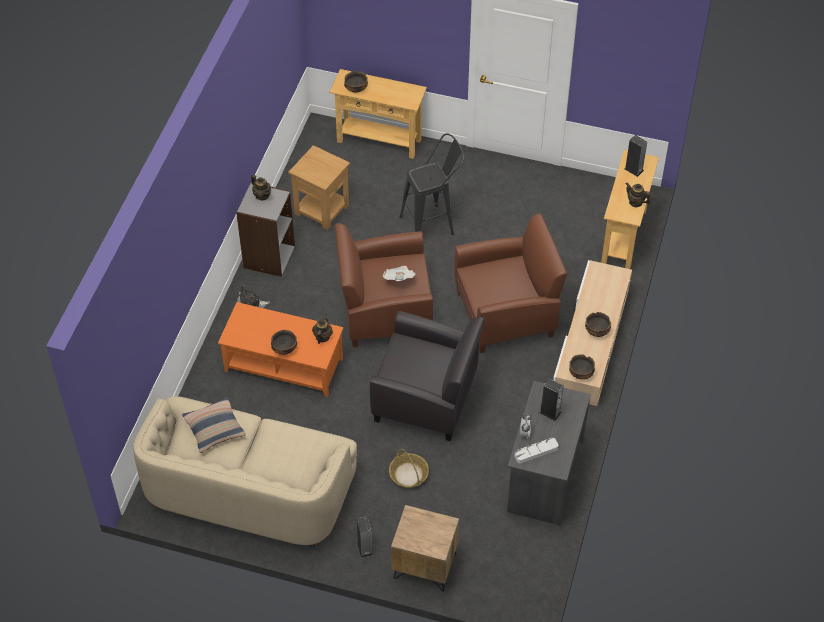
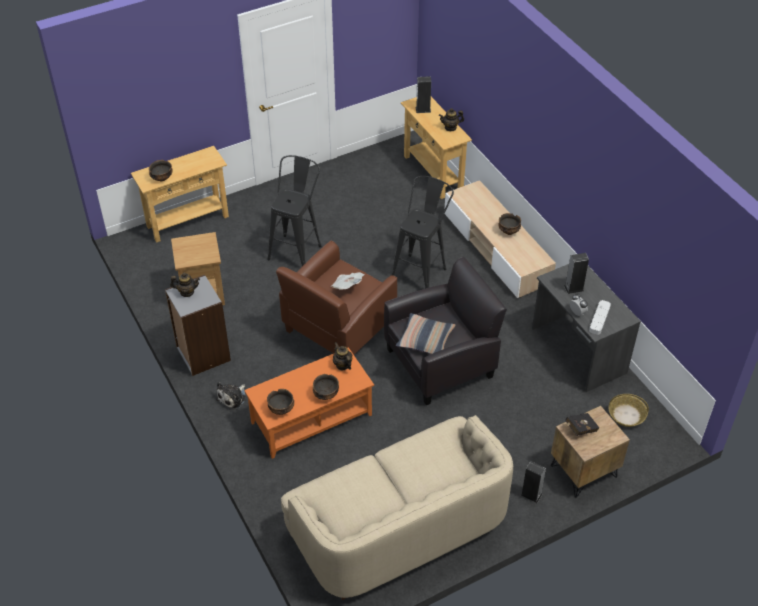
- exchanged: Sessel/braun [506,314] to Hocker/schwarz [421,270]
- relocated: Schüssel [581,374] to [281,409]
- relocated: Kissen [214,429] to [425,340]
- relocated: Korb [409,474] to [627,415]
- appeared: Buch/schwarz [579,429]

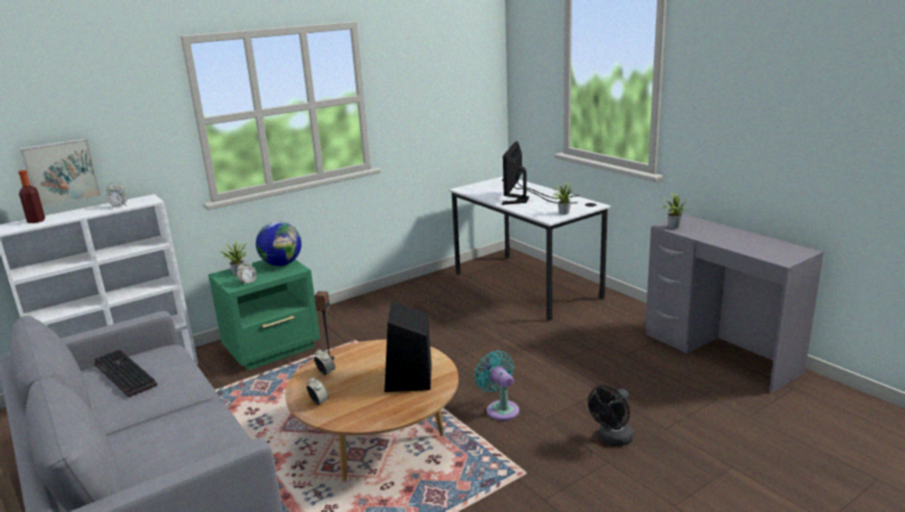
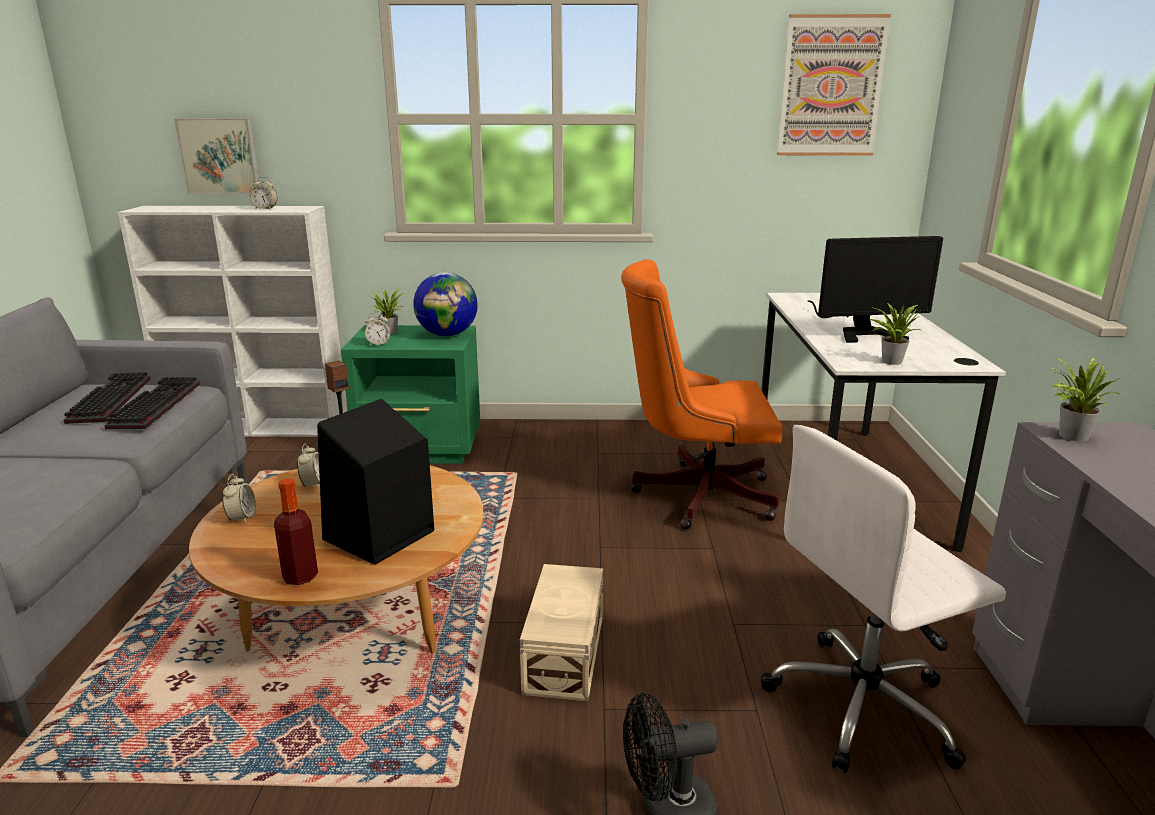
- spun: Monitor [526,200] = [859,330] 150 degrees counterclockwise
- relocated: Flasche [36,221] to [300,577]
- exchanged: Ventilator/türkis [500,409] to Aufbewahrungsbox/beige [562,655]
- appeared: Bild [831,86]
- appeared: Bürostuhl/orange [695,495]
- appeared: Tastatur [154,405]
- appeared: Bürostuhl/weiß [864,706]

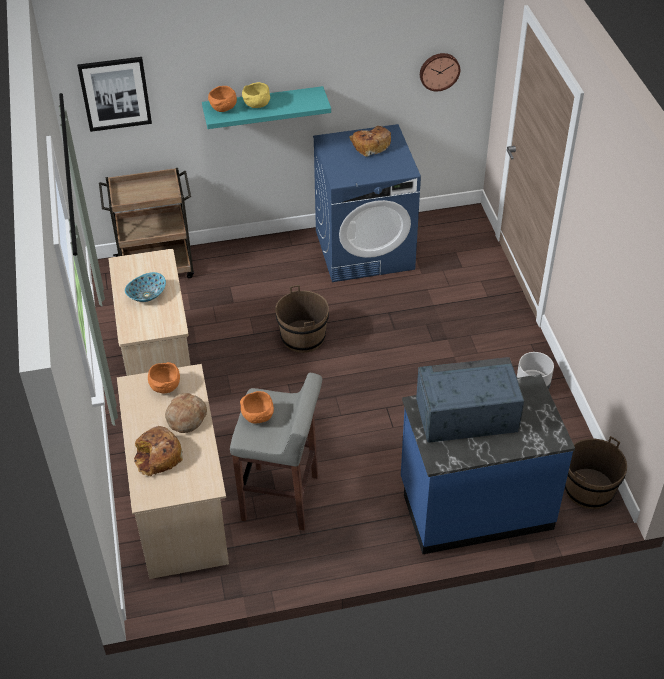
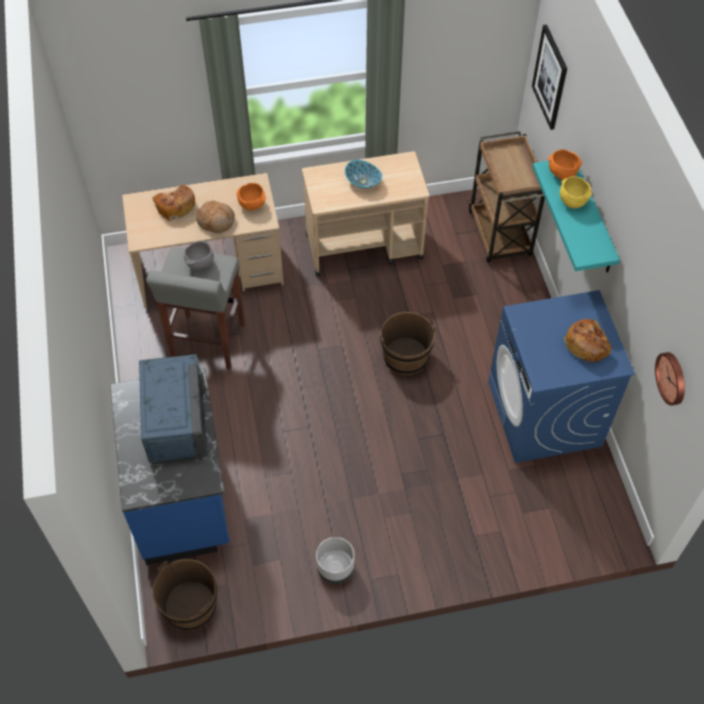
- colour: Schüssel/orange [259,417] to Schüssel/grau [200,264]

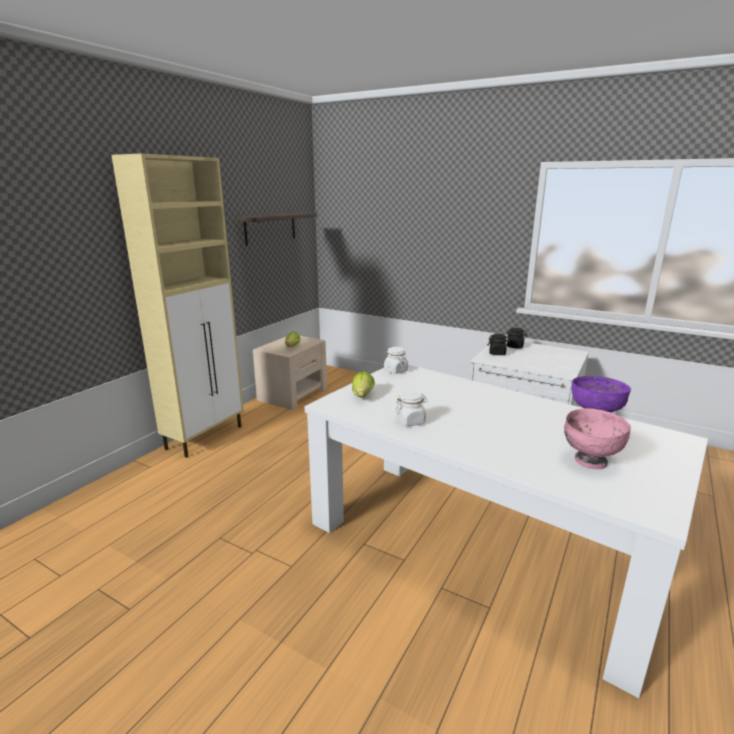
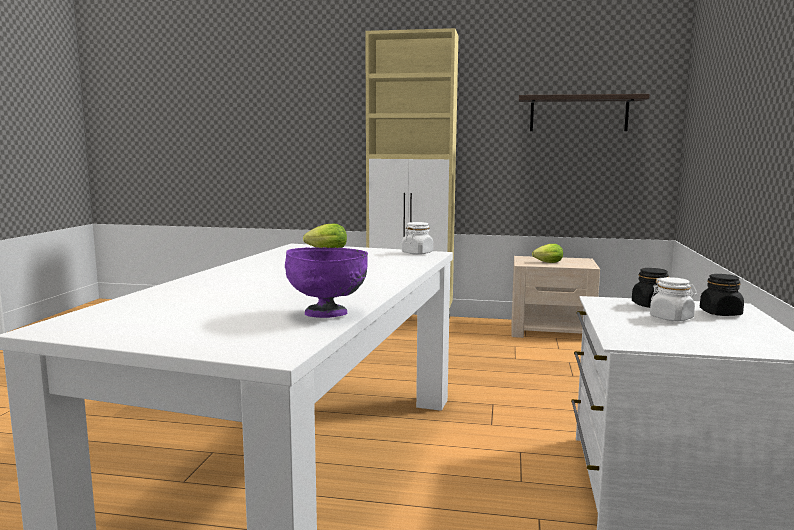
- relocated: Vorratsglas/weiß [410,421] to [671,318]
- missing: Schüssel/rosa [589,461]

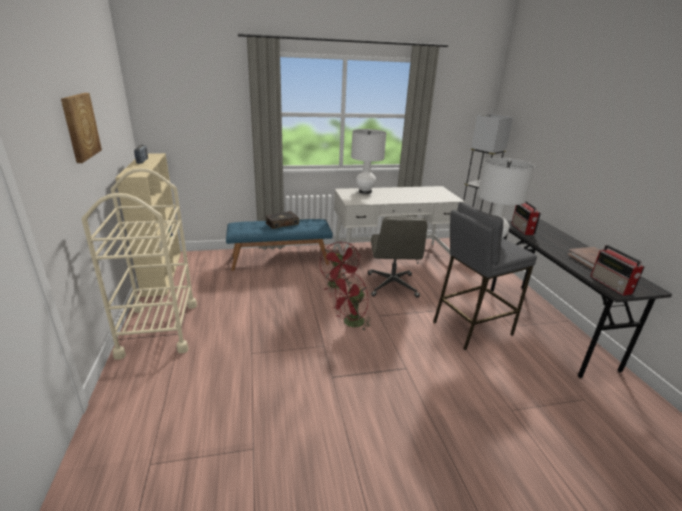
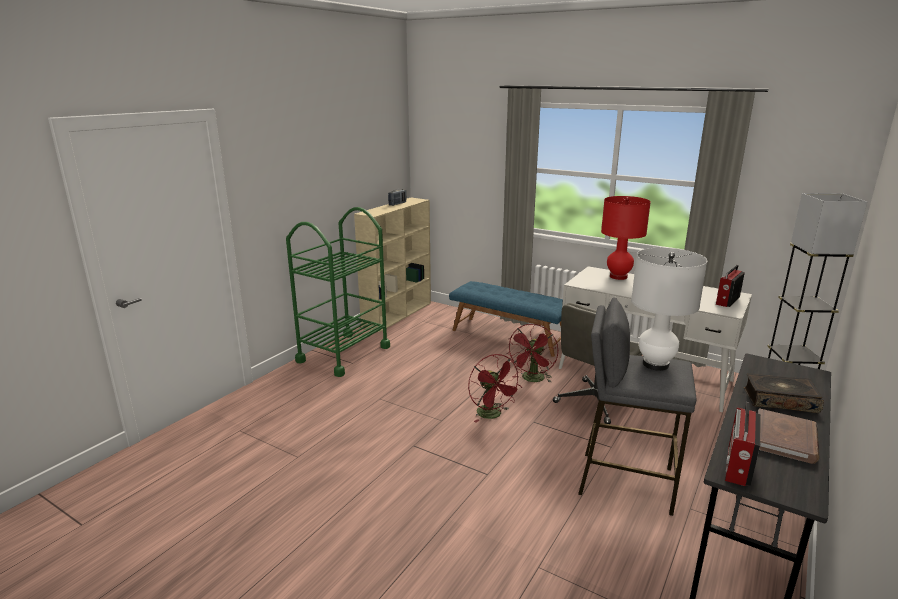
- missing: Bild [80,126]
- colour: Tischlampe/weiß [365,191] to Tischlampe/rot [618,277]
- colour: Rollwagen/beige [159,329] to Rollwagen/grün [344,354]
- relocated: Radio [522,229] to [727,301]
- relocated: Buch [281,224] to [779,400]
- spun: Ventilator/rot [350,323] = [493,415] 120 degrees counterclockwise

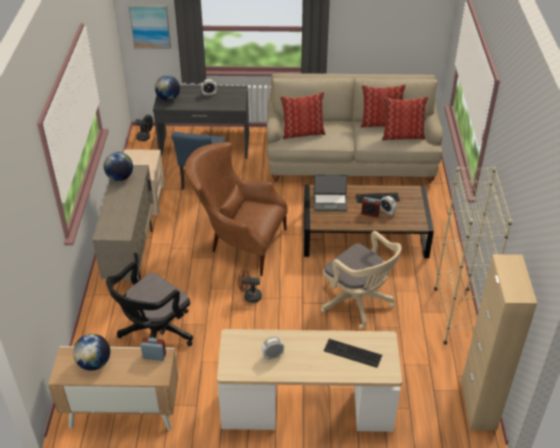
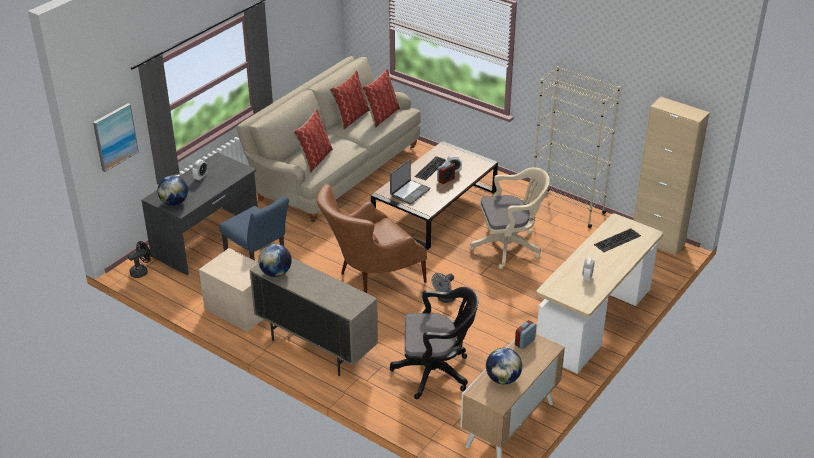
- spun: Bürostuhl/schwarz [154,335] = [436,372] 75 degrees counterclockwise
- colour: Ventilator/braun [249,296] to Ventilator/grau [444,299]

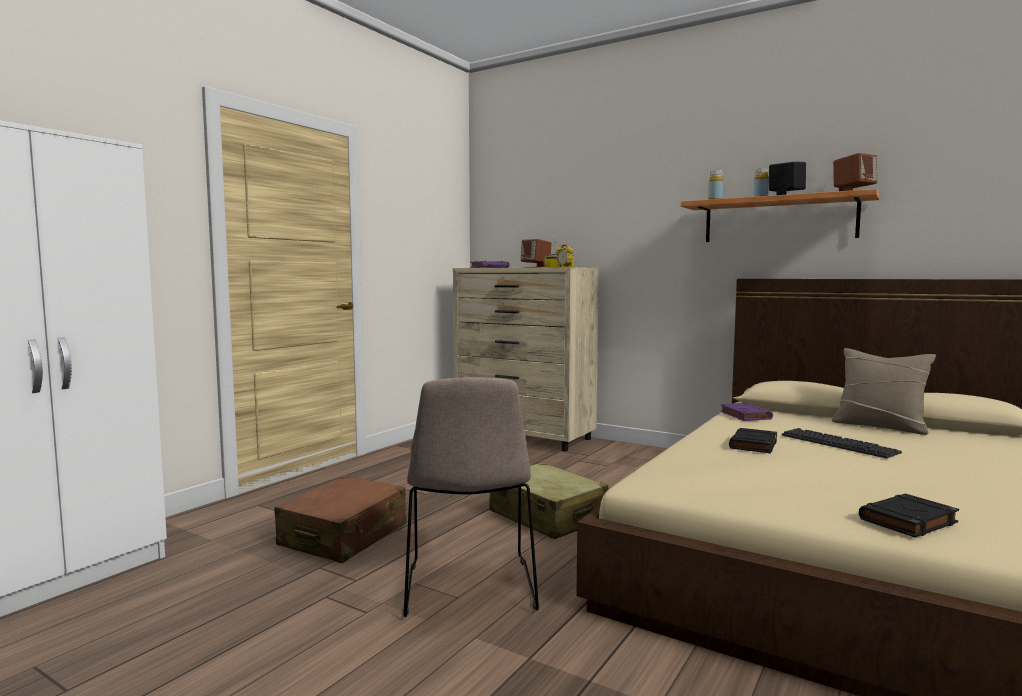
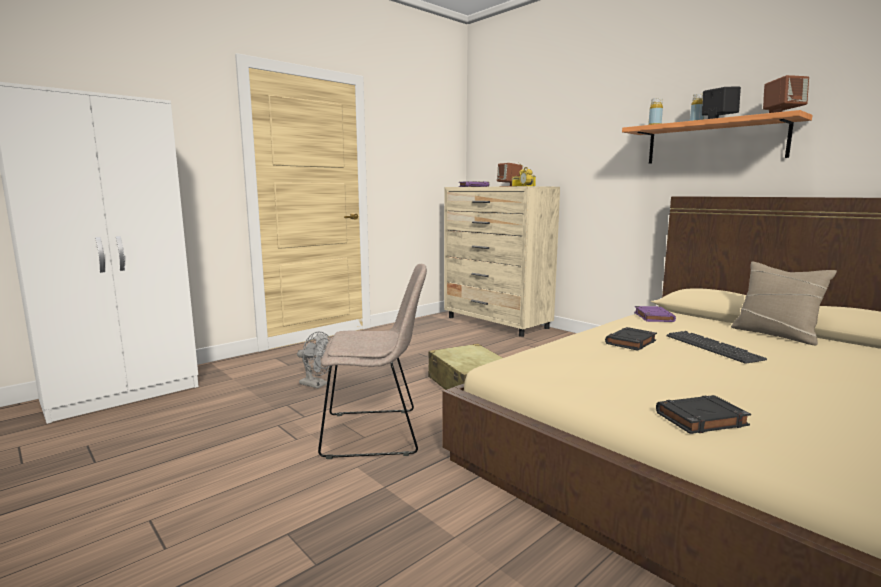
- spun: Stuhl/beige [469,590] = [376,433] 105 degrees counterclockwise
- exchanged: Koffer/braun [344,536] to Ventilator/grau [317,385]

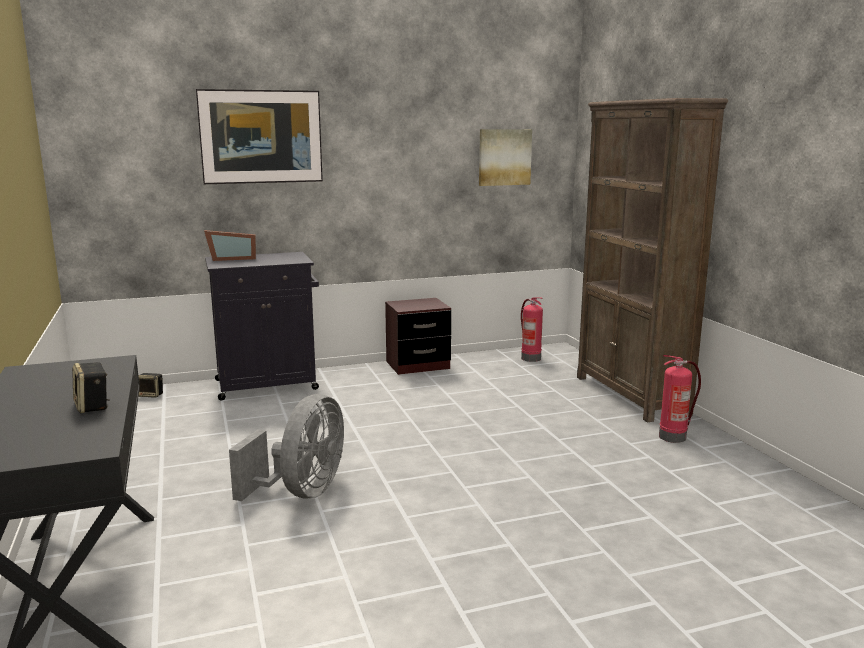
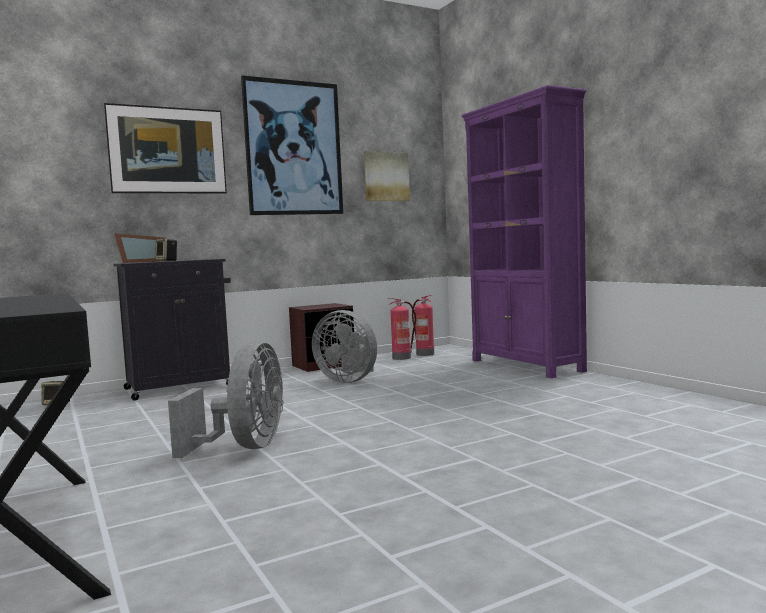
- colour: Bücherregal/braun [631,395] to Bücherregal/lila [526,366]
- relocated: Feuerlöscher [673,437] to [402,358]
- relocated: Lautsprecher [93,406] to [167,261]
- appeared: Bild [293,148]
- appeared: Ventilator/grau [349,380]

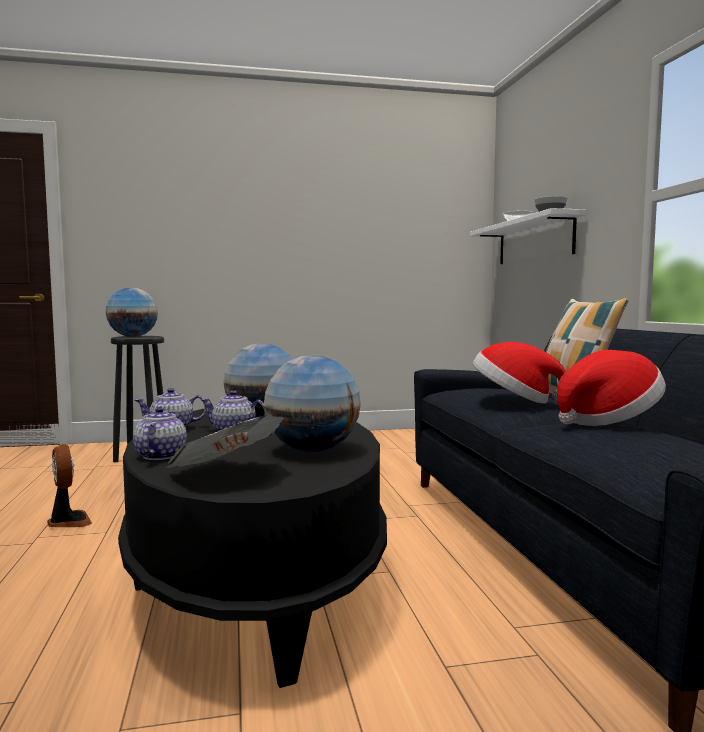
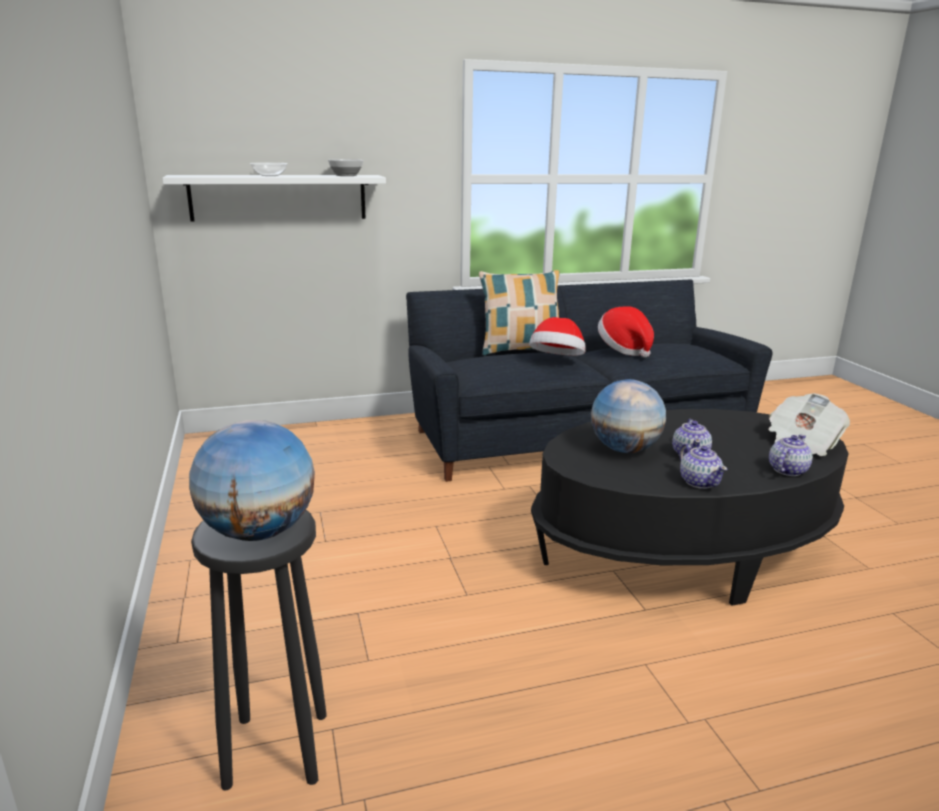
- missing: Globus [313,450]
- spun: Teekanne [159,456] = [787,470] 135 degrees clockwise
- missing: Ventilator [68,521]

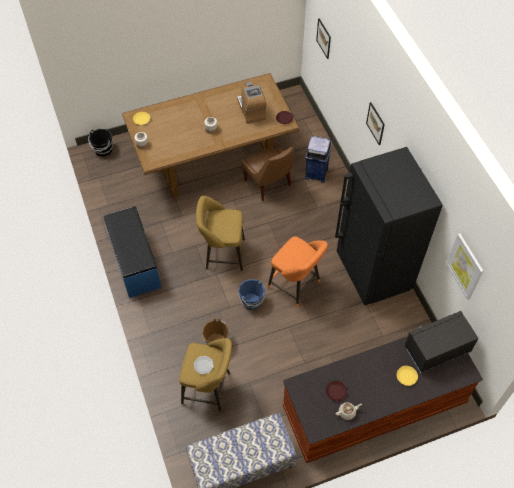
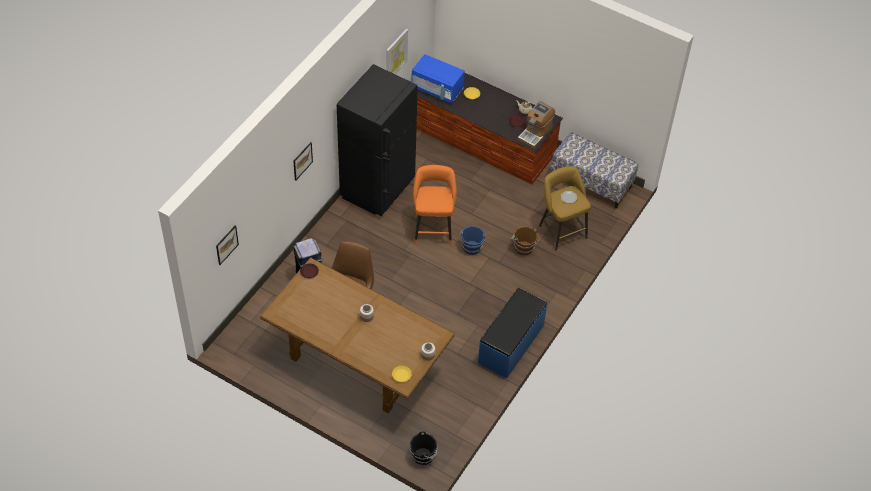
- relocated: Kaffeemaschine [251,110] to [535,133]
- missing: Hocker/gelb [222,254]
- colour: Mikrowelle/schwarz [436,349] to Mikrowelle/blau [437,89]

